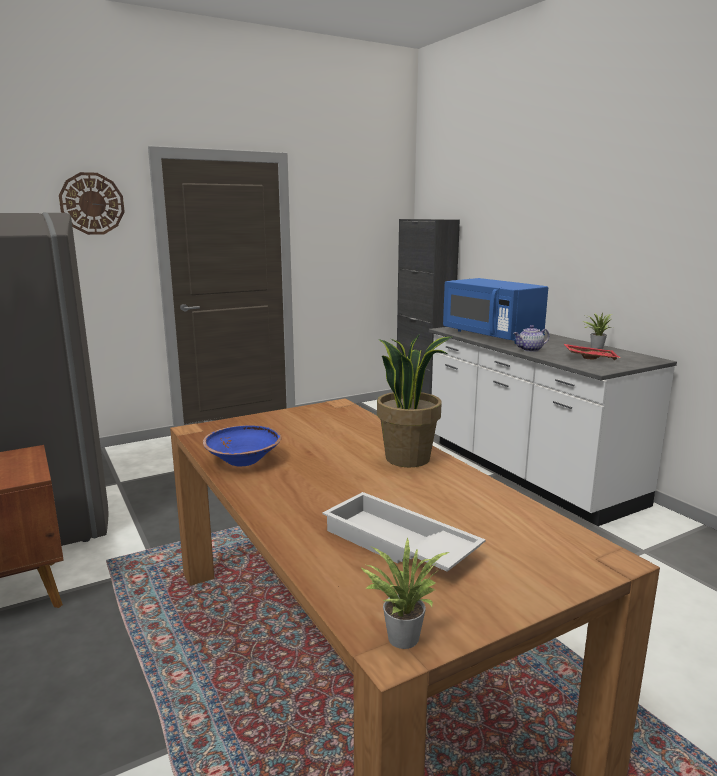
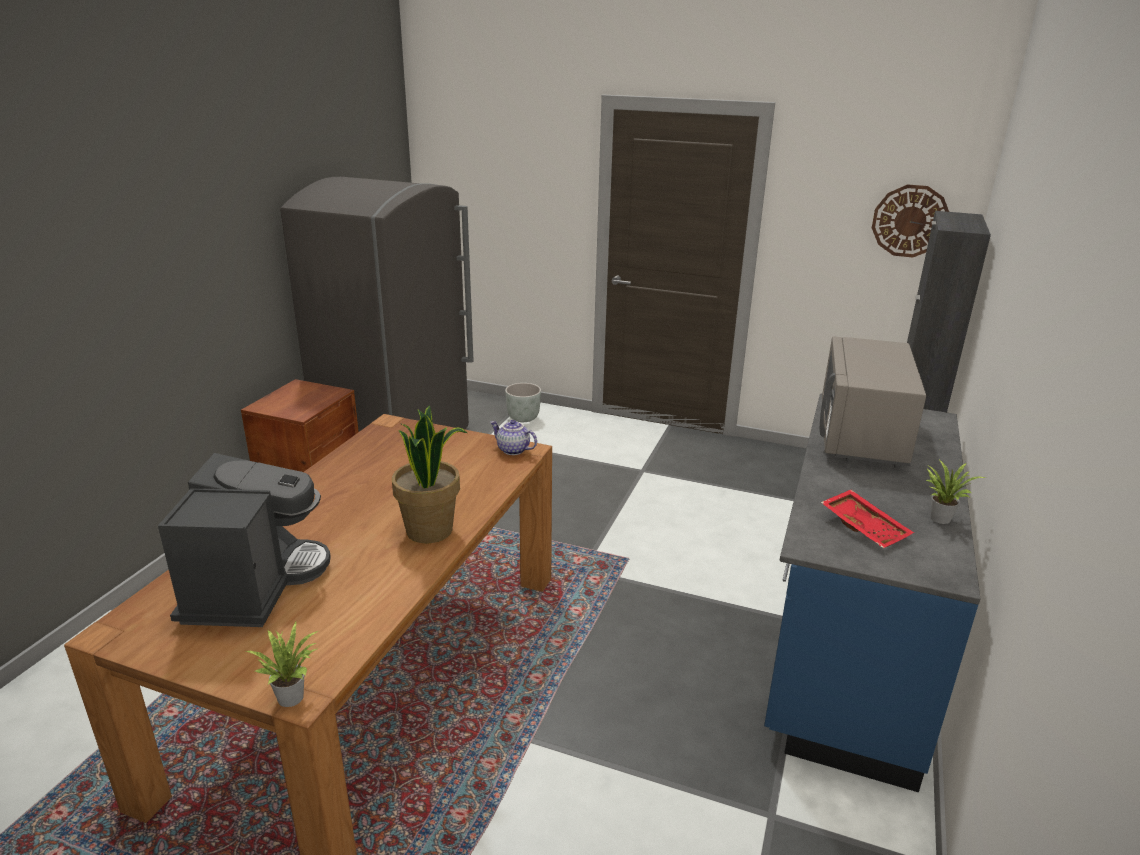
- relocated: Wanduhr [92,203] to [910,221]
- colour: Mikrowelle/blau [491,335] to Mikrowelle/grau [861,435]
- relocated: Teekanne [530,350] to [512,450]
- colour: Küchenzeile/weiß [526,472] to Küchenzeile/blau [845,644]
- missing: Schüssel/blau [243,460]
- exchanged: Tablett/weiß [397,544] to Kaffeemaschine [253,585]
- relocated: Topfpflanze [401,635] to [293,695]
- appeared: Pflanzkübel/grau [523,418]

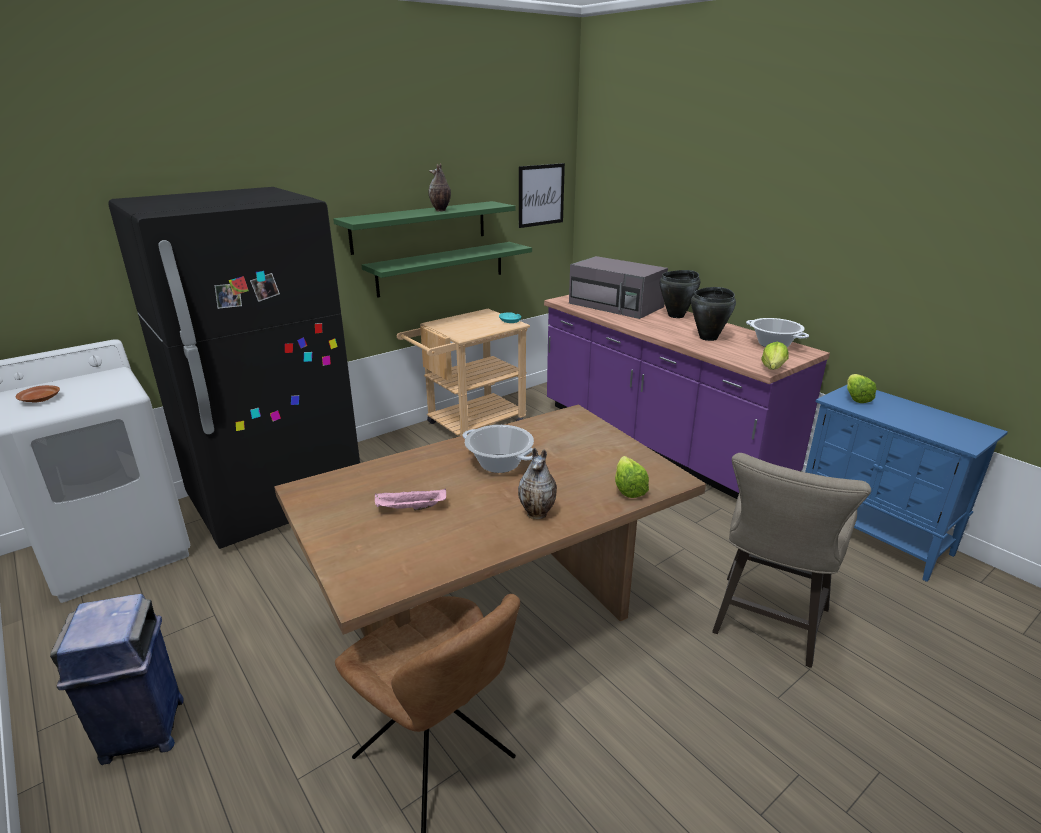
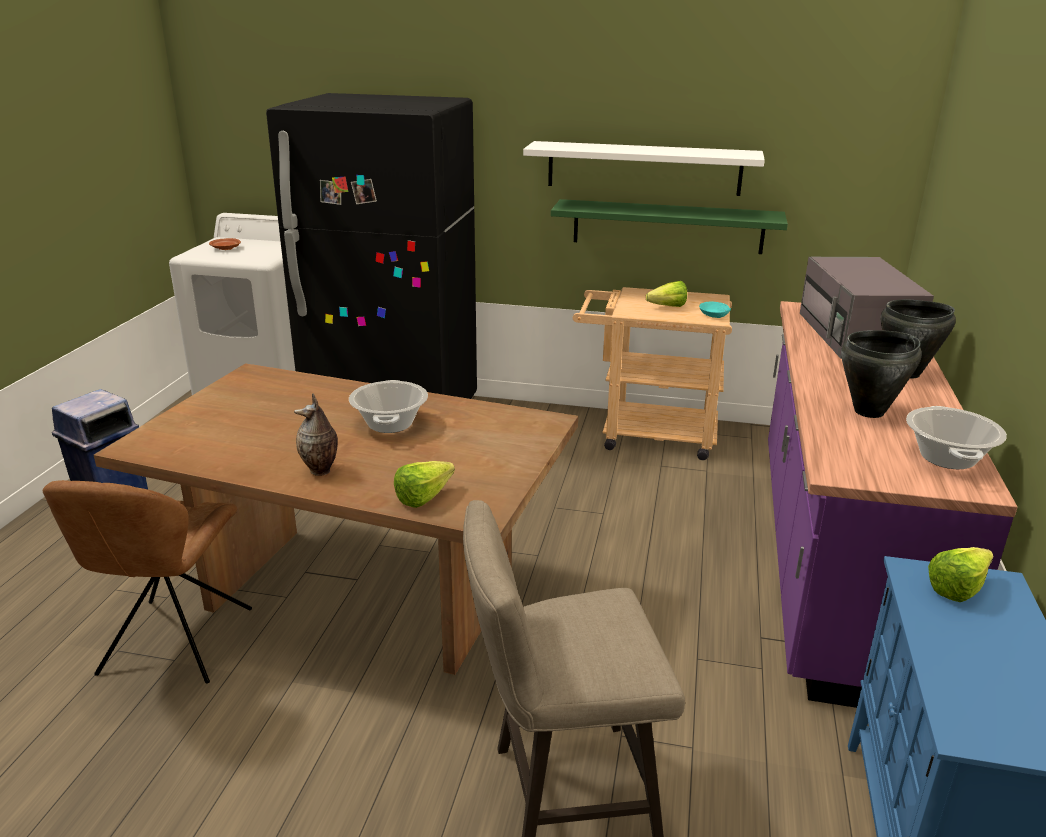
- missing: Vase [440,210]
- missing: Bild [541,195]
- colour: Wandregal/grün [420,227] to Wandregal/weiß [643,168]
- relocated: Salatkopf [771,370] to [664,307]
- missing: Tablett/rosa [410,508]

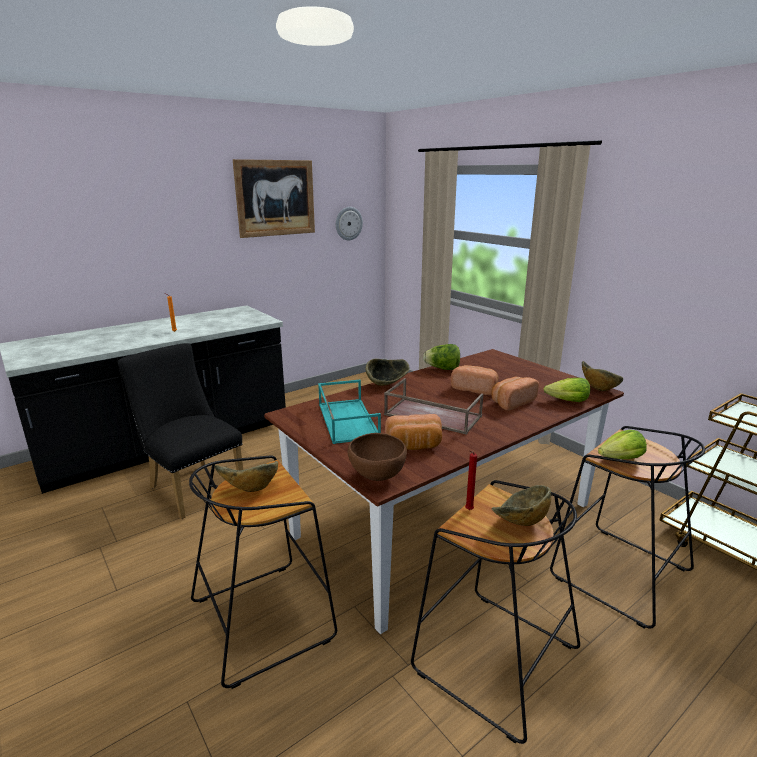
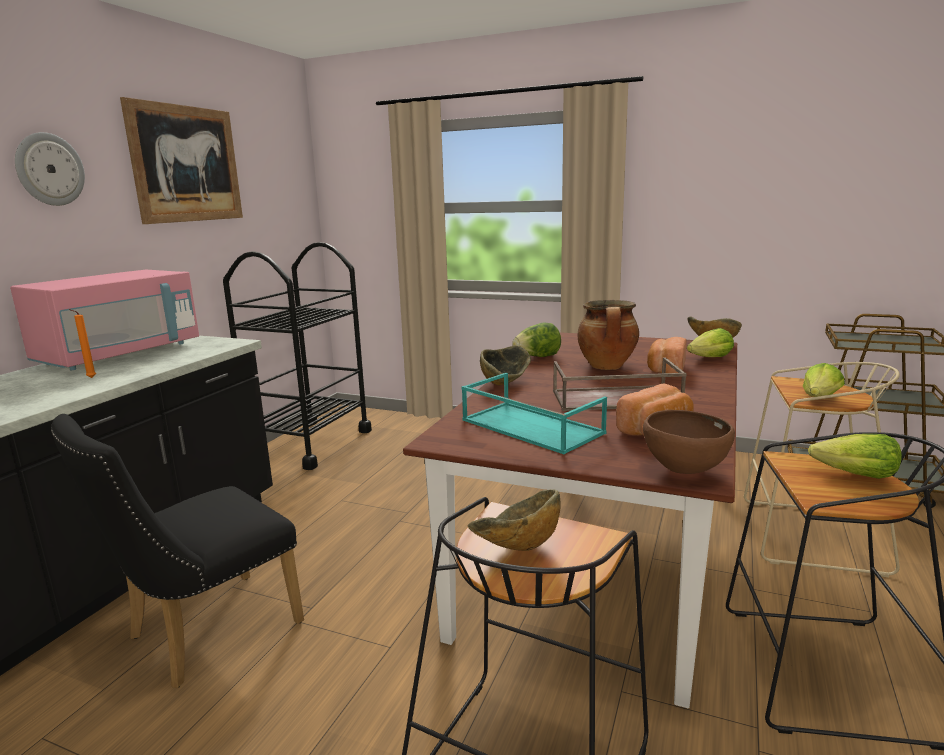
- relocated: Wanduhr [348,223] to [49,169]
- spun: Stuhl/schwarz [193,486] = [203,634] 60 degrees counterclockwise
- exchanged: Brot [475,389] to Kochtopf [607,367]
- colour: Hocker/schwarz [616,573] to Hocker/beige [808,537]
- missing: Kerze/rot [468,510]
- exchanged: Schüssel [520,523] to Salatkopf [855,475]
- appeared: Rollwagen/schwarz [310,444]
- appeared: Mikrowelle/rosa [120,355]

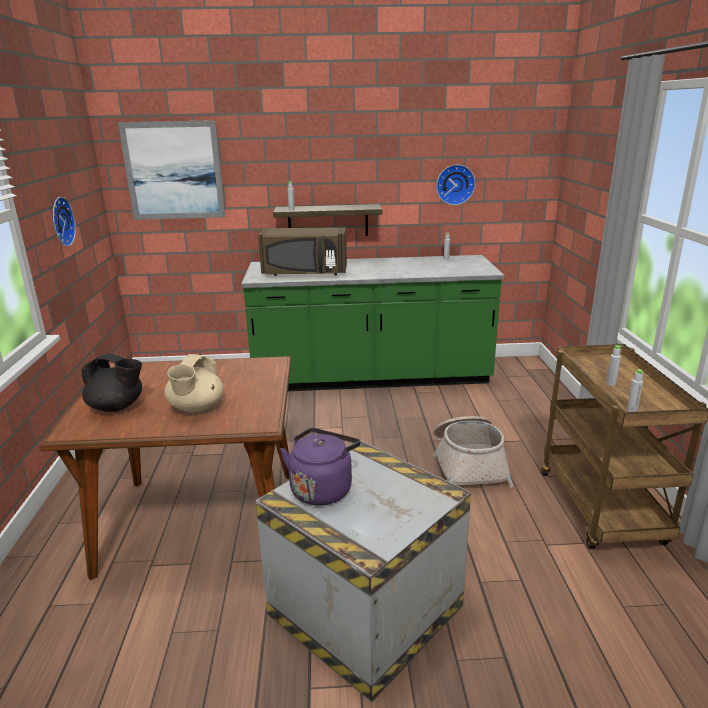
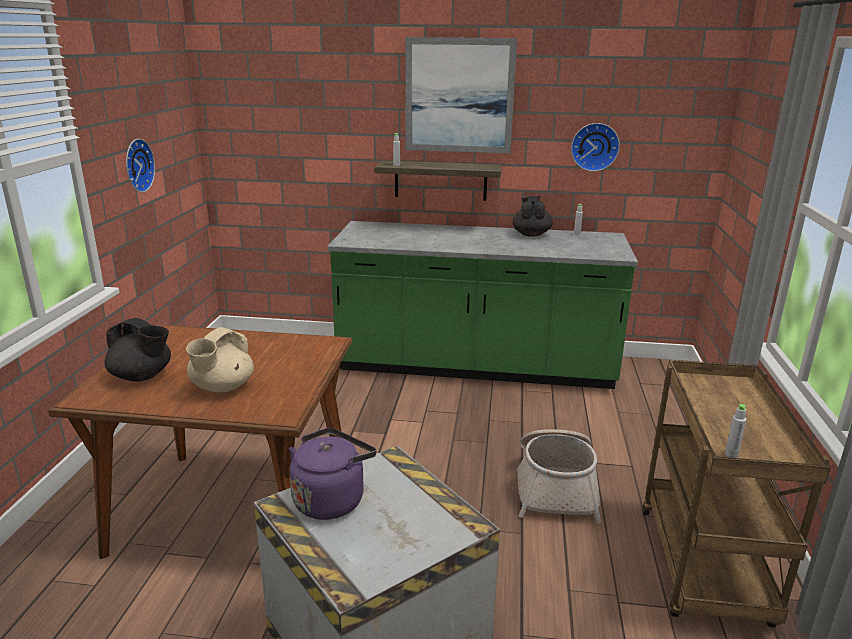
- relocated: Bild [173,171] to [459,96]
- missing: Mikrowelle/braun [304,273]
- missing: Flasche/grau [611,383]
- appeared: Teekanne/schwarz [531,234]

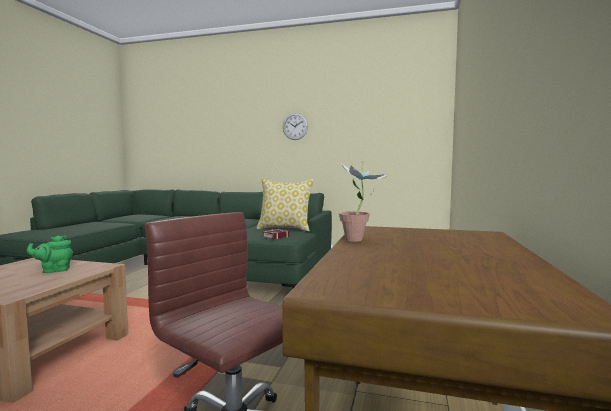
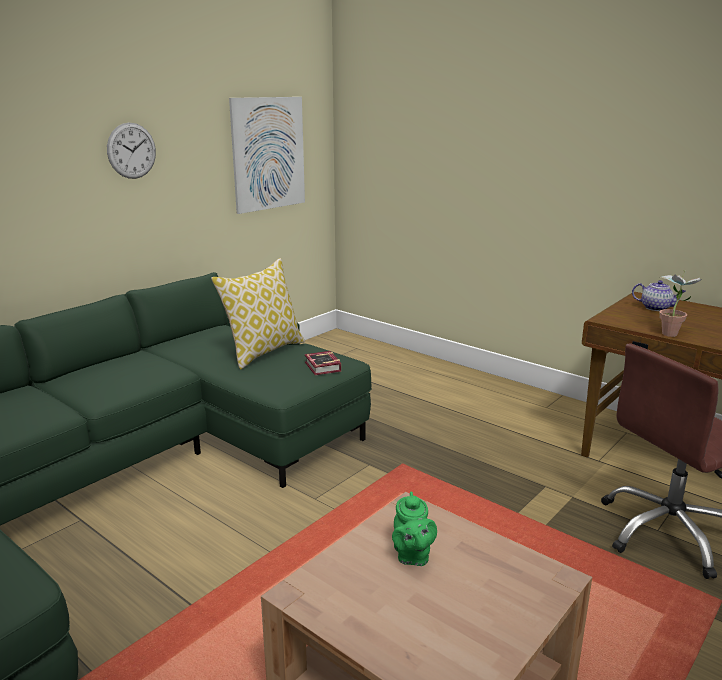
- appeared: Bild [268,154]
- appeared: Teekanne [656,308]

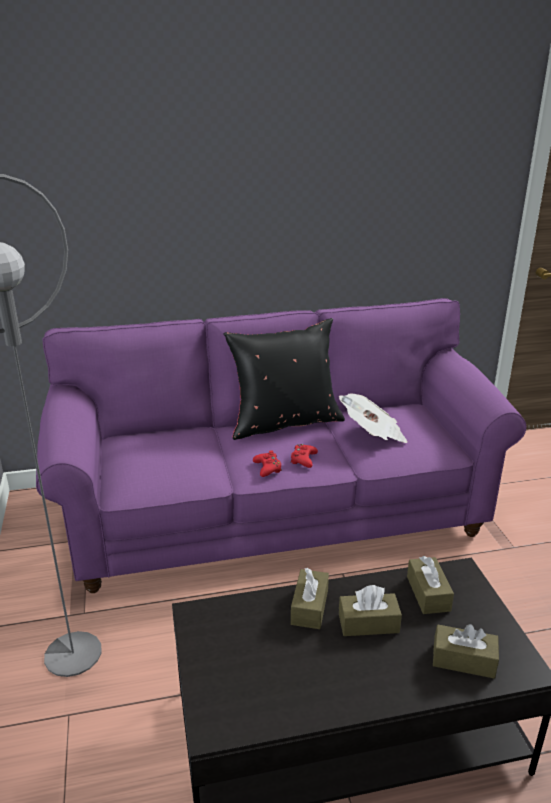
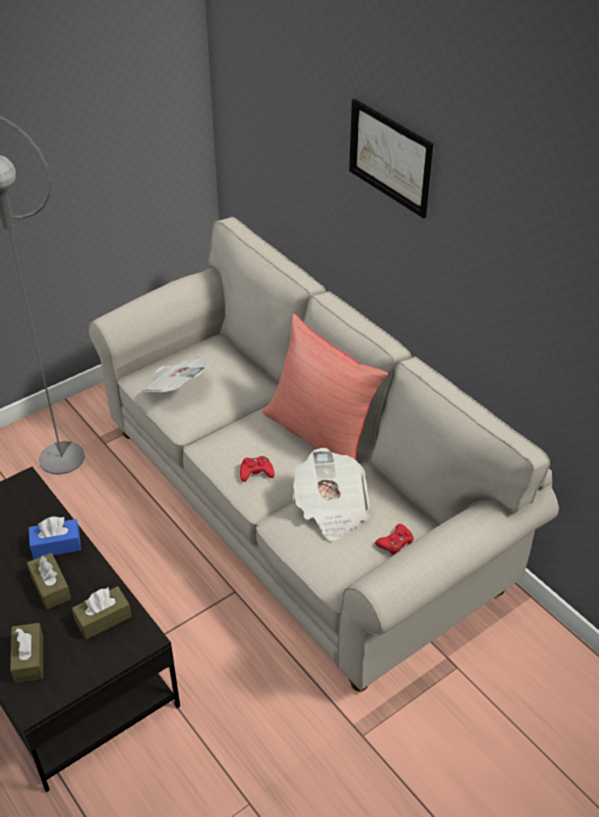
- colour: Sofa/lila [275,512] to Sofa/beige [300,510]
- colour: Kissen/schwarz [284,422] to Kissen/rot [320,436]
- relocated: Gamepad/rot [267,468] to [395,543]
- colour: Taschentuchbox/braun [309,607] to Taschentuchbox/blau [56,545]
- appeared: Bild [390,157]
- appeared: Zeitung [176,388]

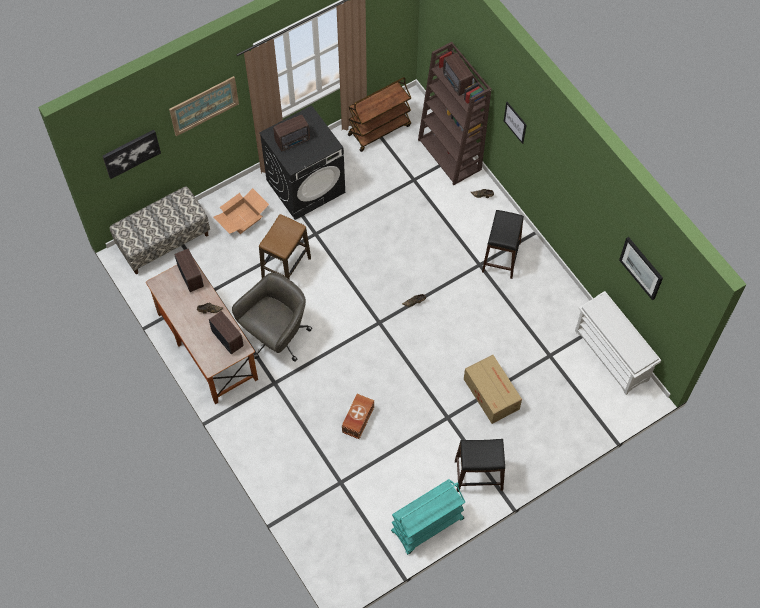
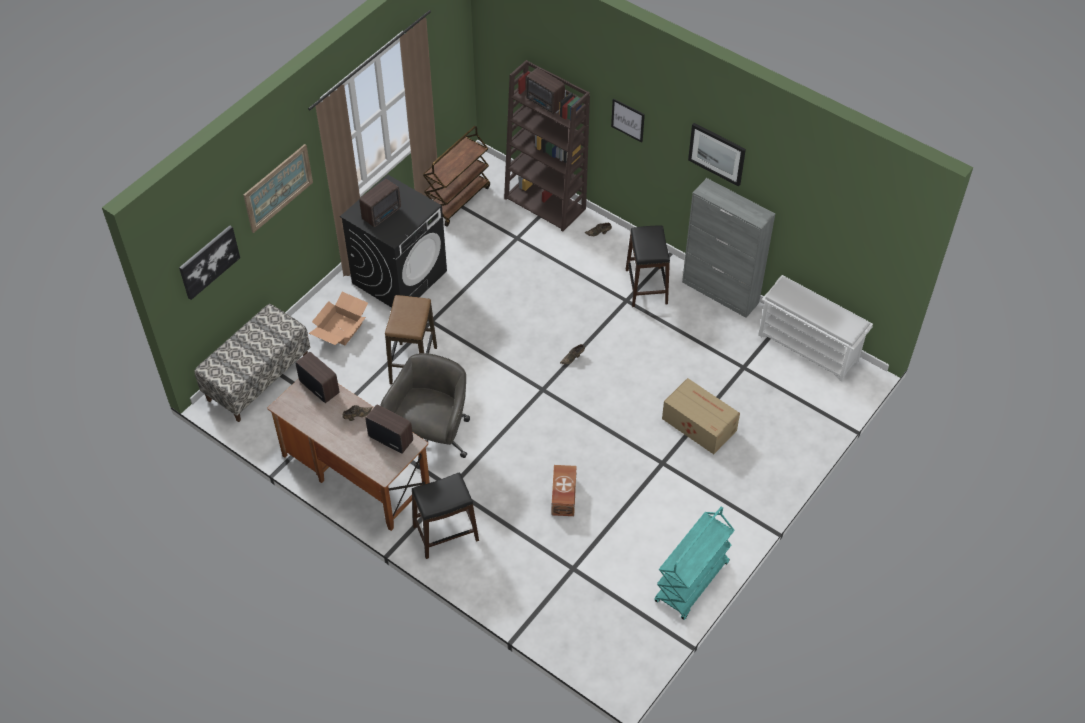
- relocated: Bild [641,268] to [717,153]
- relocated: Hocker/schwarz [478,475] to [446,533]
- appeared: Schrank/grau [720,293]

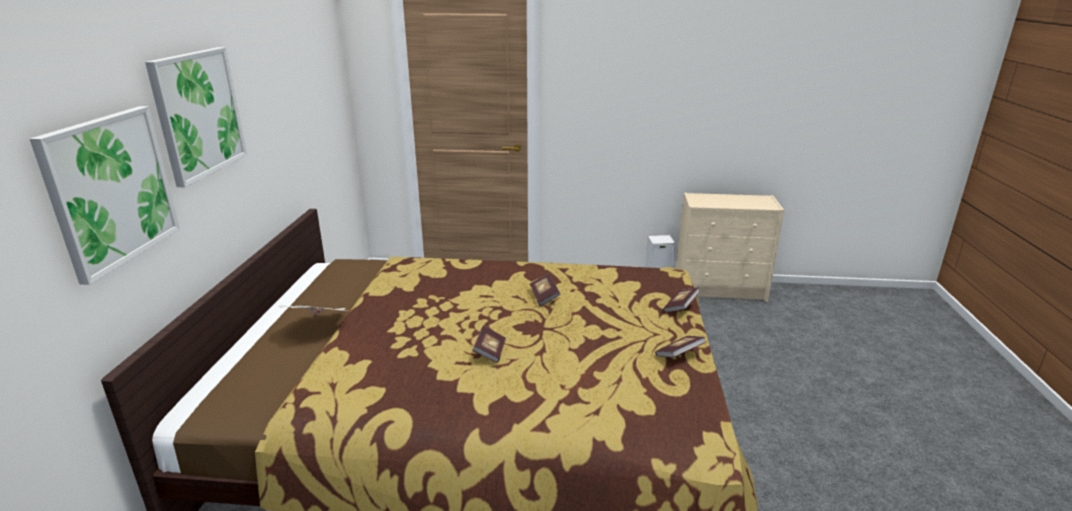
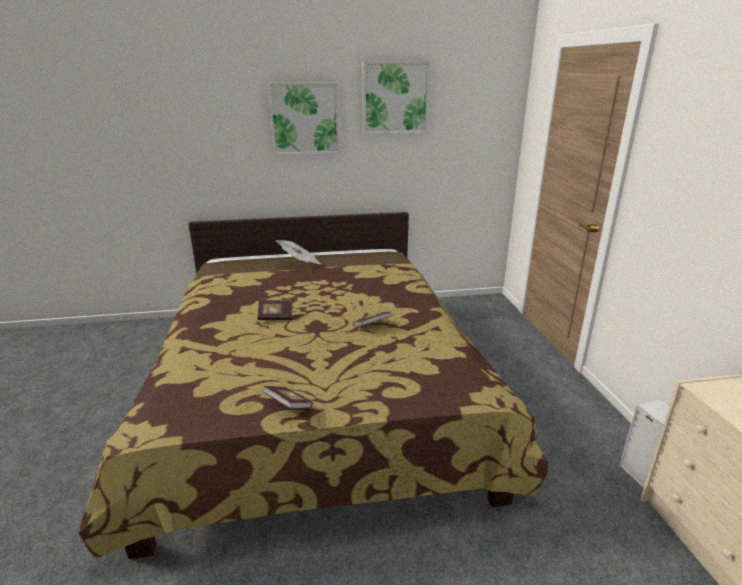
- relocated: Bild [111,190] to [395,98]
- missing: Buch [680,307]

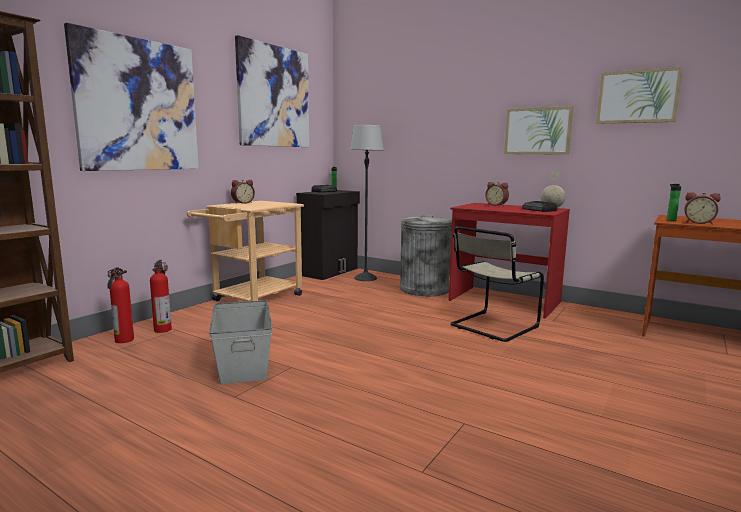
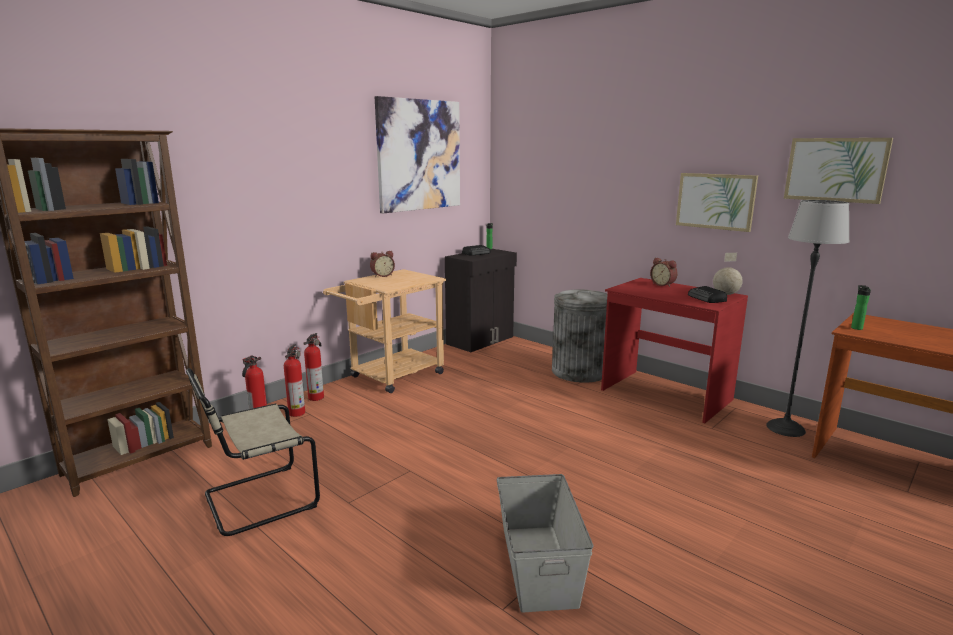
- missing: Bild [138,105]
- relocated: Stehlampe [365,278] to [785,428]
- missing: Wecker [698,223]
- relocated: Stuhl/beige [492,327] to [256,501]
- relocated: Aufbewahrungsbox/grau [242,362] to [537,566]
- appeared: Feuerlöscher [317,397]

